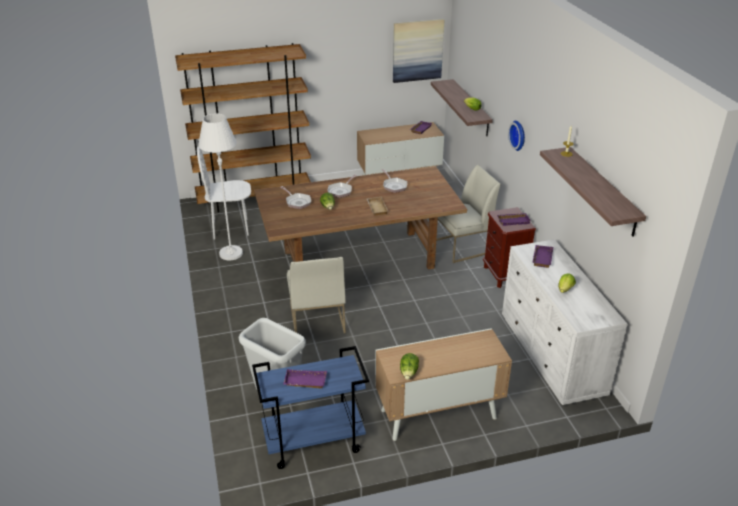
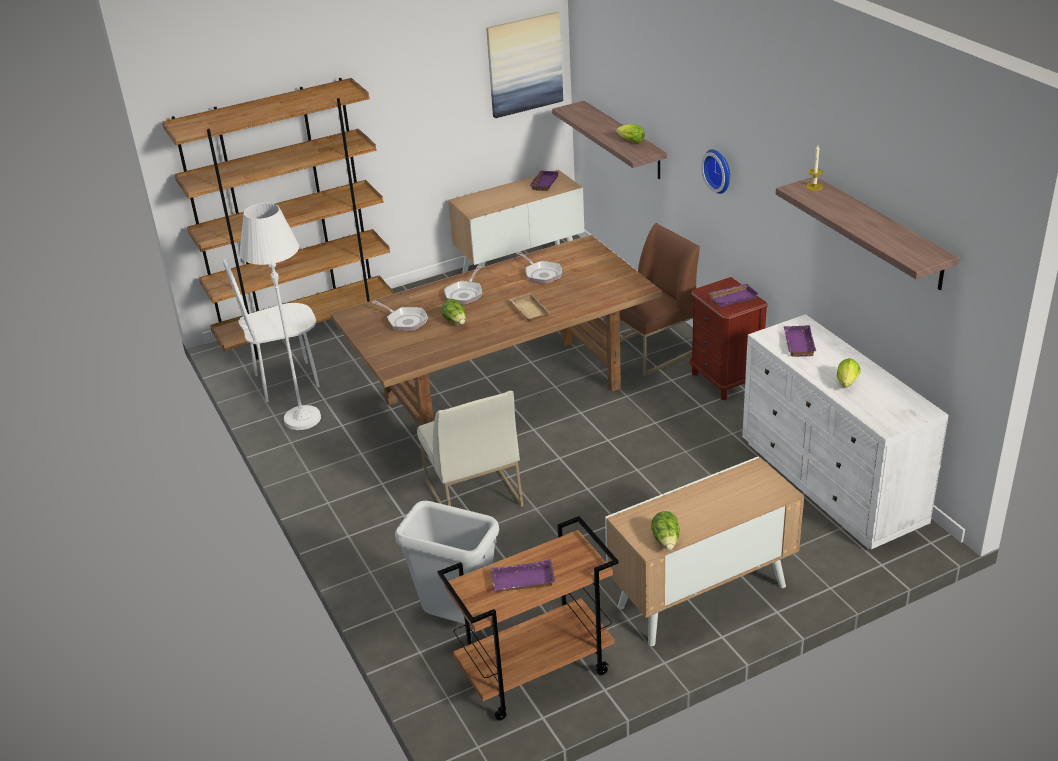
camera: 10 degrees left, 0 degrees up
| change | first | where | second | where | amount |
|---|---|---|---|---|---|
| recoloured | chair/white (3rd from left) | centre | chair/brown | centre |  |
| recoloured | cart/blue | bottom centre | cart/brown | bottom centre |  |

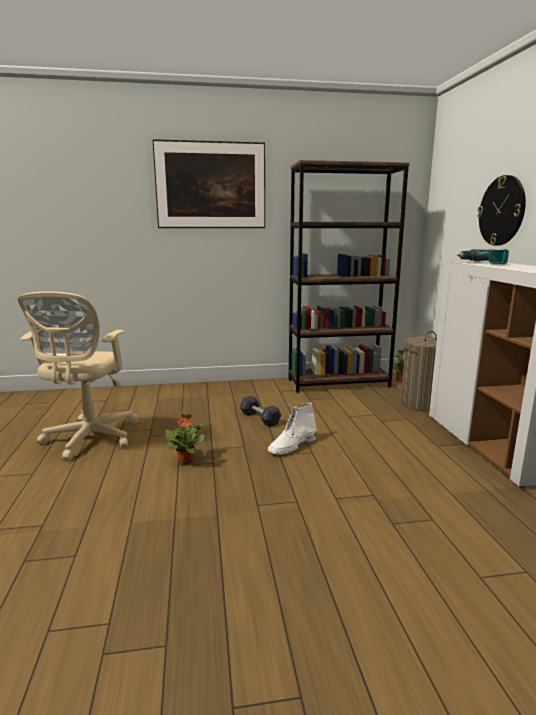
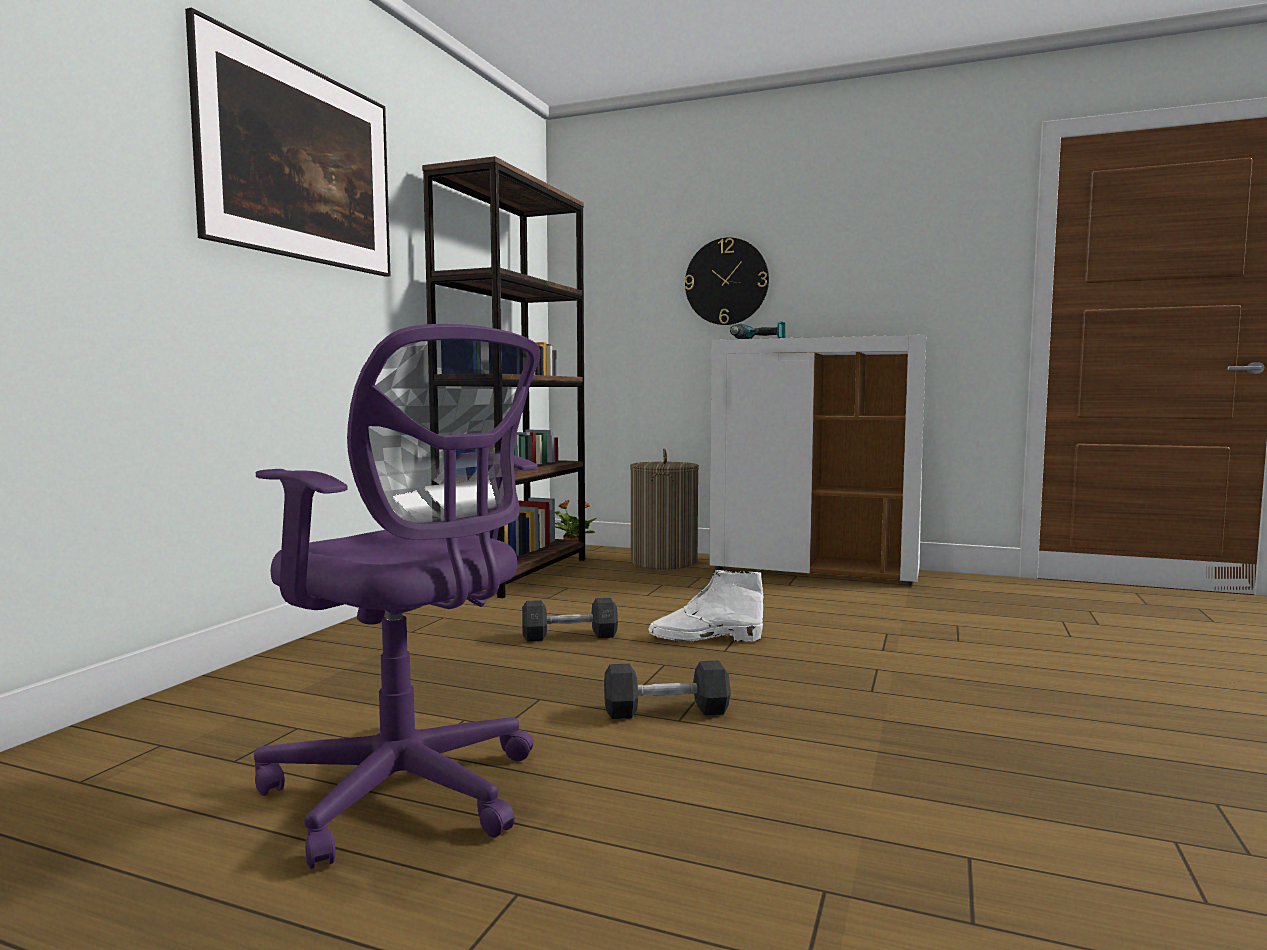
camera: 60 degrees left, 10 degrees down
| change | first | where | second | where | amount |
|---|---|---|---|---|---|
| recoloured | office chair/beige | middle left | office chair/purple | middle left |  |
| turned | boot/white | centre |  | centre | 105 degrees clockwise |
| replaced | potted plant (1st from left) | centre | dumbbell/grey (2nd from left) | bottom centre |  |

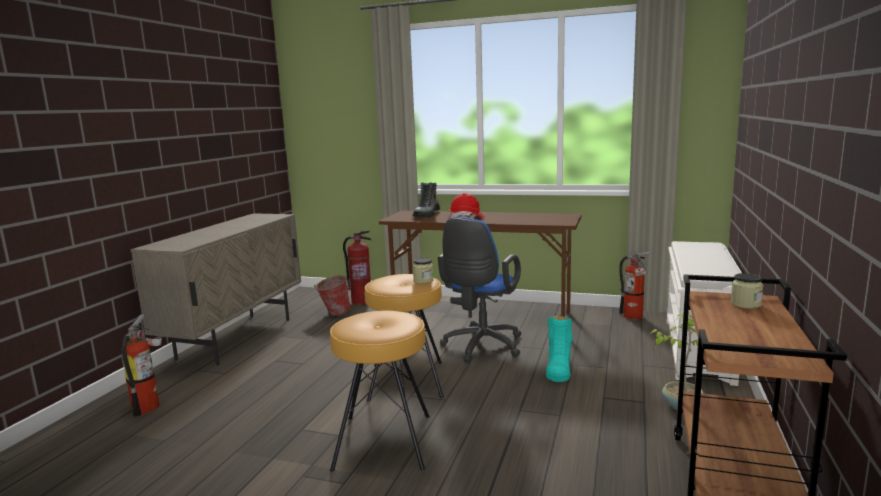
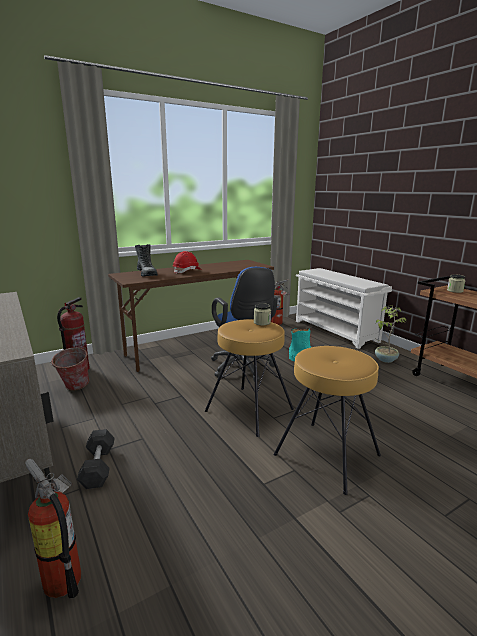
camera: 50 degrees left, 5 degrees up
| change | first | where | second | where | amount |
|---|---|---|---|---|---|
| added |  |  | dumbbell/grey | bottom left |  |

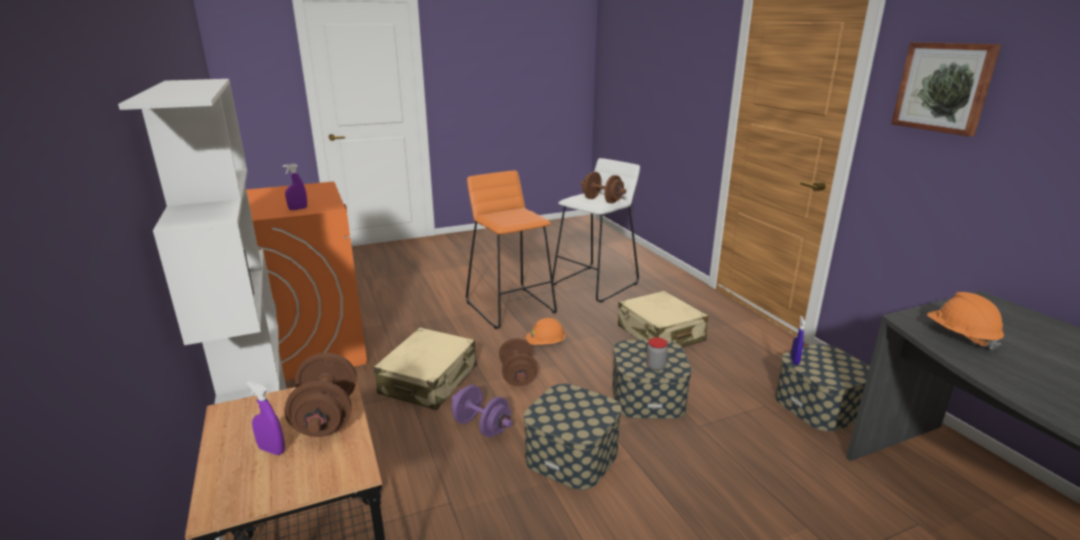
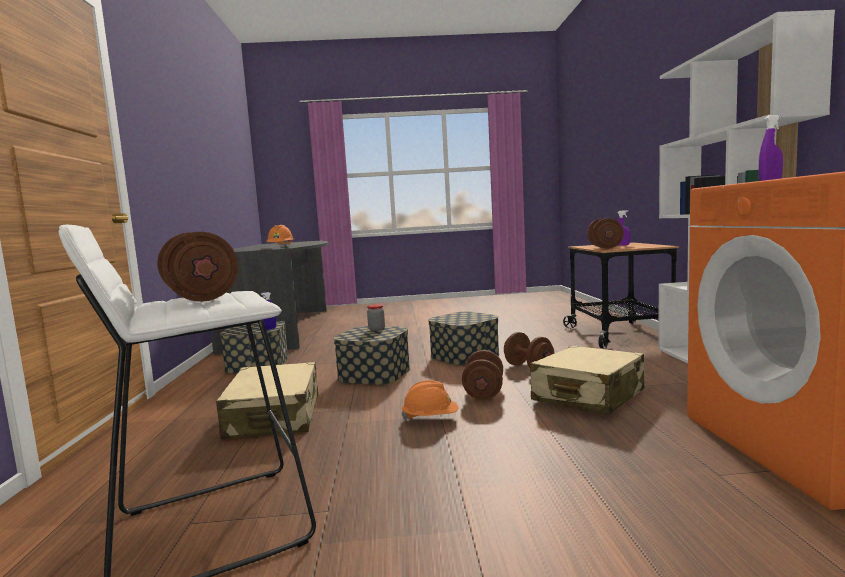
camera: 160 degrees left, 15 degrees down
| change | first | where | second | where | amount |
|---|---|---|---|---|---|
| removed | picture | top right |  |  |  |
| removed | stool/orange | centre |  |  |  |
| recoloured | dumbbell/purple | bottom centre | dumbbell/brown (3rd from left) | centre |  |

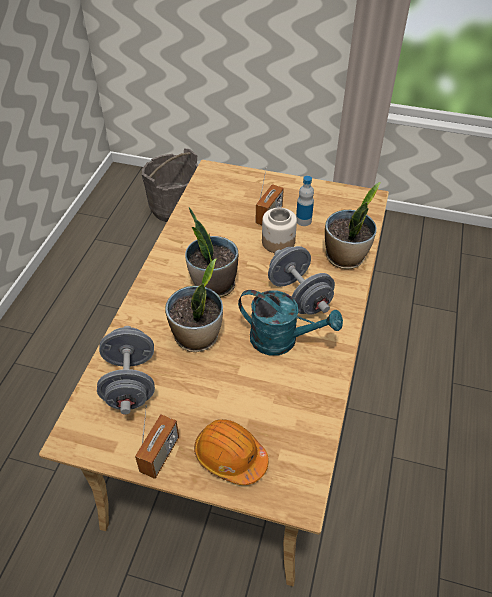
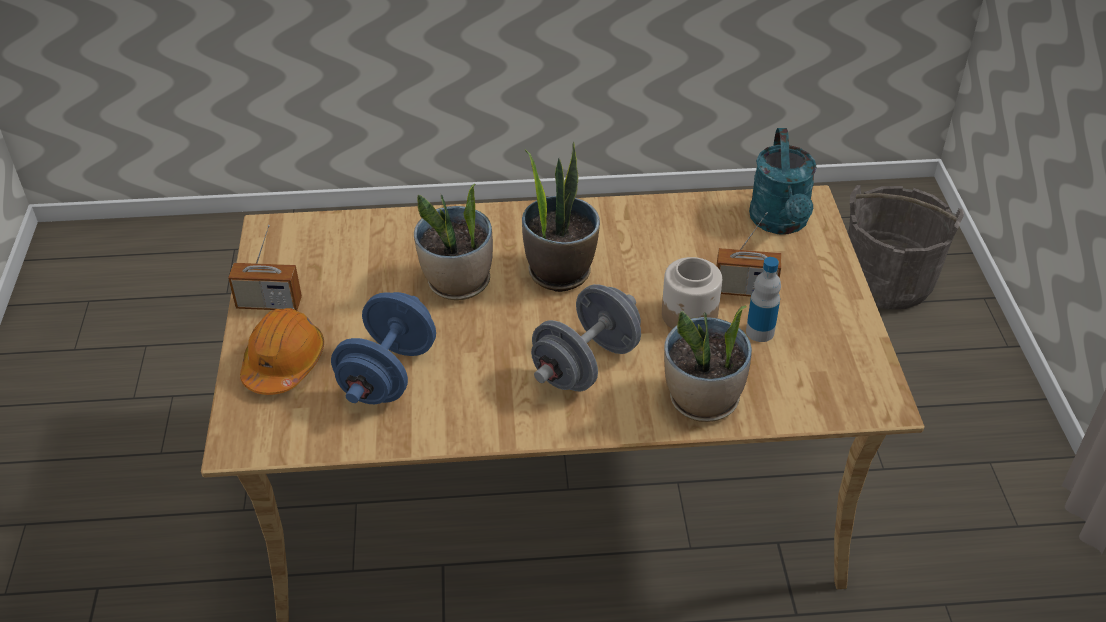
camera: 70 degrees right, 5 degrees down
| change | first | where | second | where | amount |
|---|---|---|---|---|---|
| moved | watering can/turquoise | centre |  | top right |  |
| removed | dumbbell/grey (1st from left) | middle left |  |  |  |
| added |  |  | dumbbell/blue | centre |  |

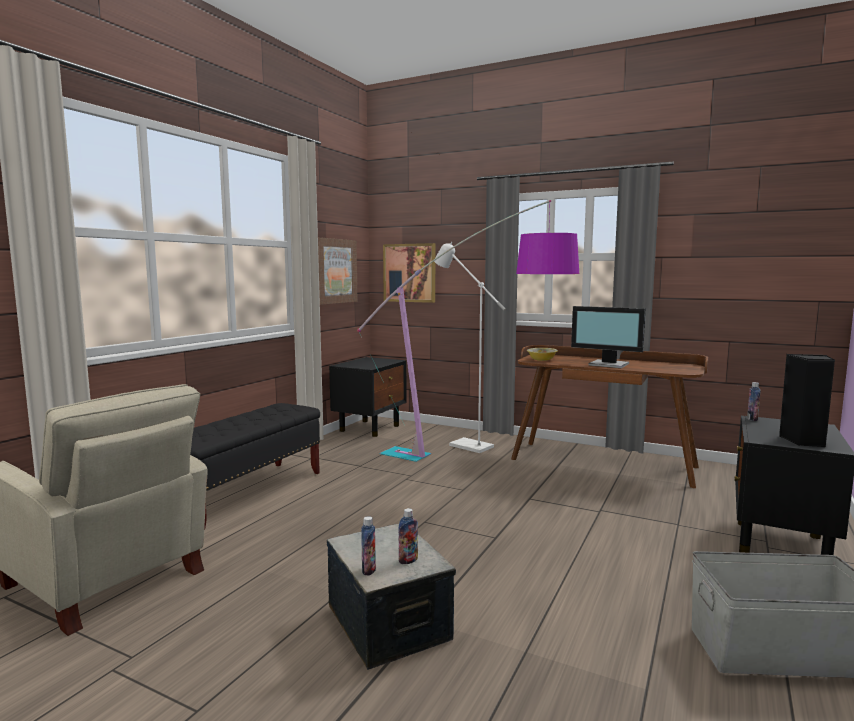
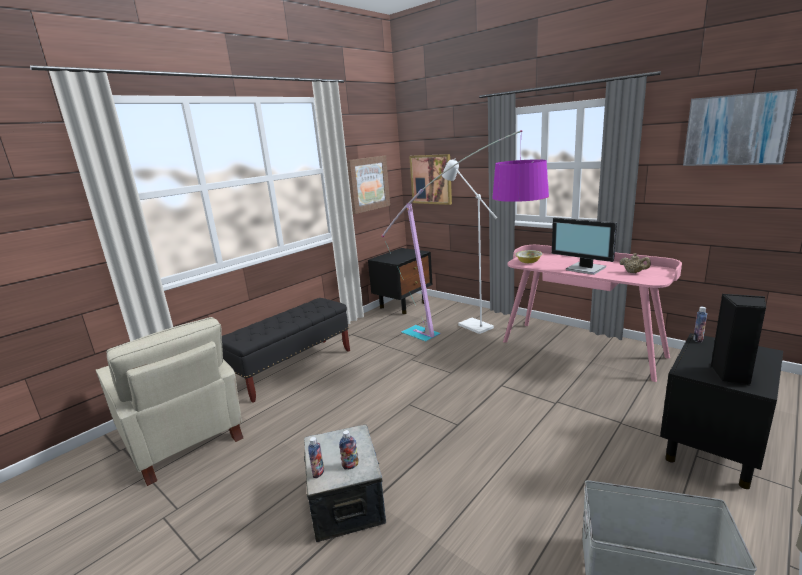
camera: 15 degrees right, 10 degrees up
| change | first | where | second | where | amount |
|---|---|---|---|---|---|
| recoloured | desk/brown | middle right | desk/pink | middle right |  |
| added |  |  | picture (3rd from left) | top right |  |
| added |  |  | teapot/beige | middle right |  |

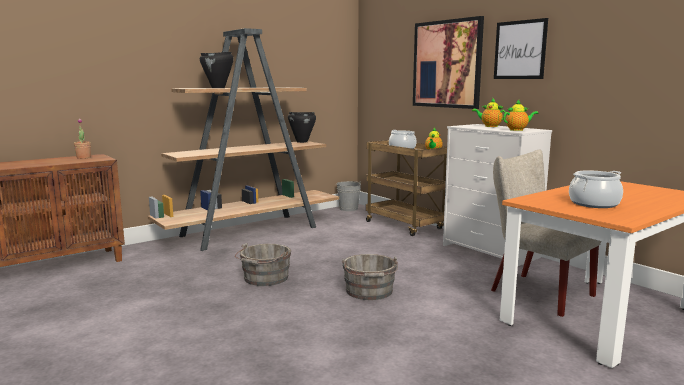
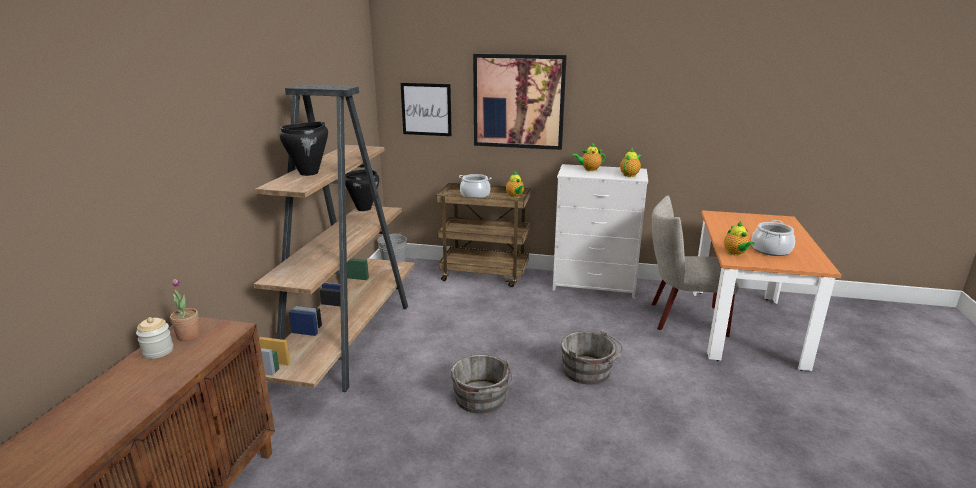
camera: 40 degrees left, 10 degrees up
| change | first | where | second | where | amount |
|---|---|---|---|---|---|
| moved | picture (2nd from left in the first image) | top right | picture (1st from left) | top centre |  |
| added |  |  | teapot (4th from left) | middle right |  |
| added |  |  | jar | bottom left |  |

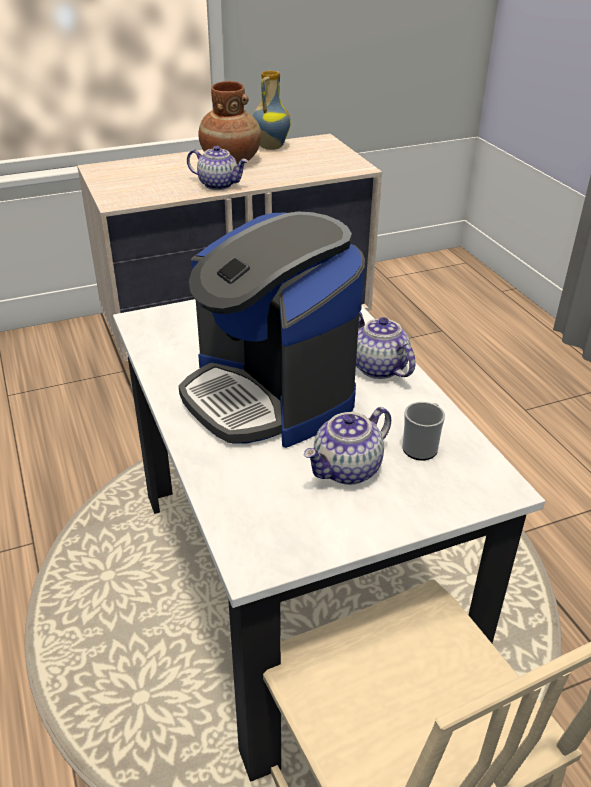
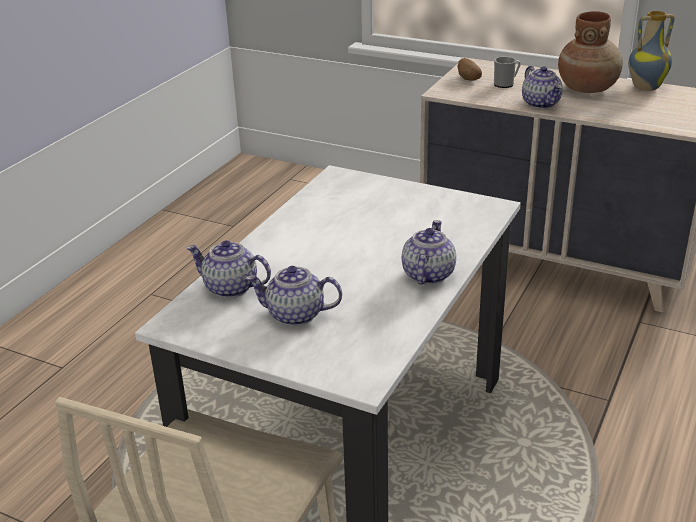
camera: 50 degrees right, 5 degrees down
| change | first | where | second | where | amount |
|---|---|---|---|---|---|
| removed | coffee machine | centre |  |  |  |
| moved | mug | middle right |  | top right |  |
| added |  |  | potato | top right |  |
| added |  |  | teapot (1st from left) | middle left |  |

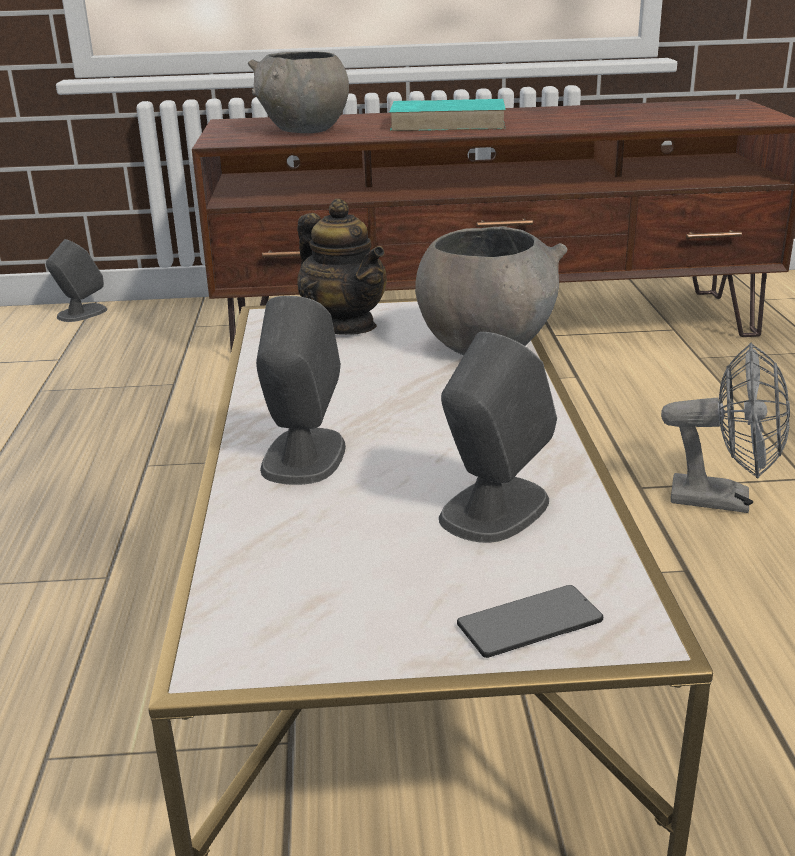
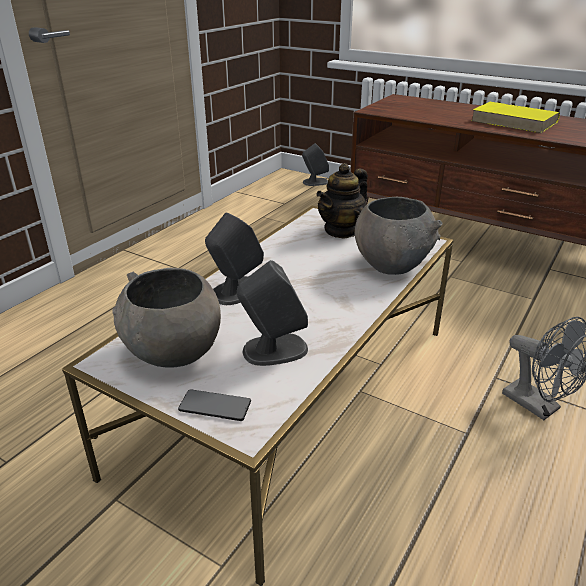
camera: 35 degrees right, 5 degrees up
| change | first | where | second | where | amount |
|---|---|---|---|---|---|
| moved | bowl/grey (1st from left) | top centre |  | middle left |  |
| recoloured | book/turquoise | top centre | book/yellow | top right |  |
| turned | teapot | top centre |  | centre | 45 degrees clockwise |

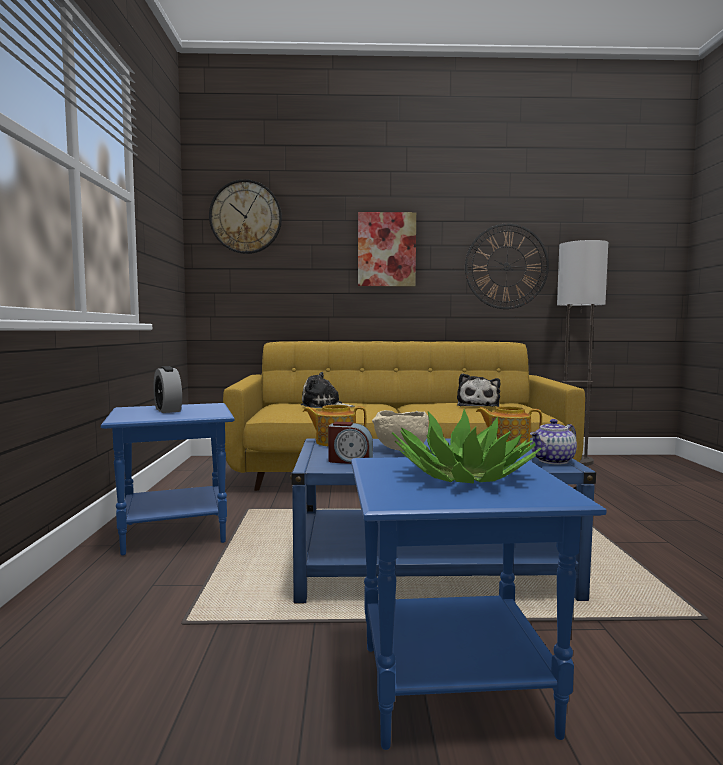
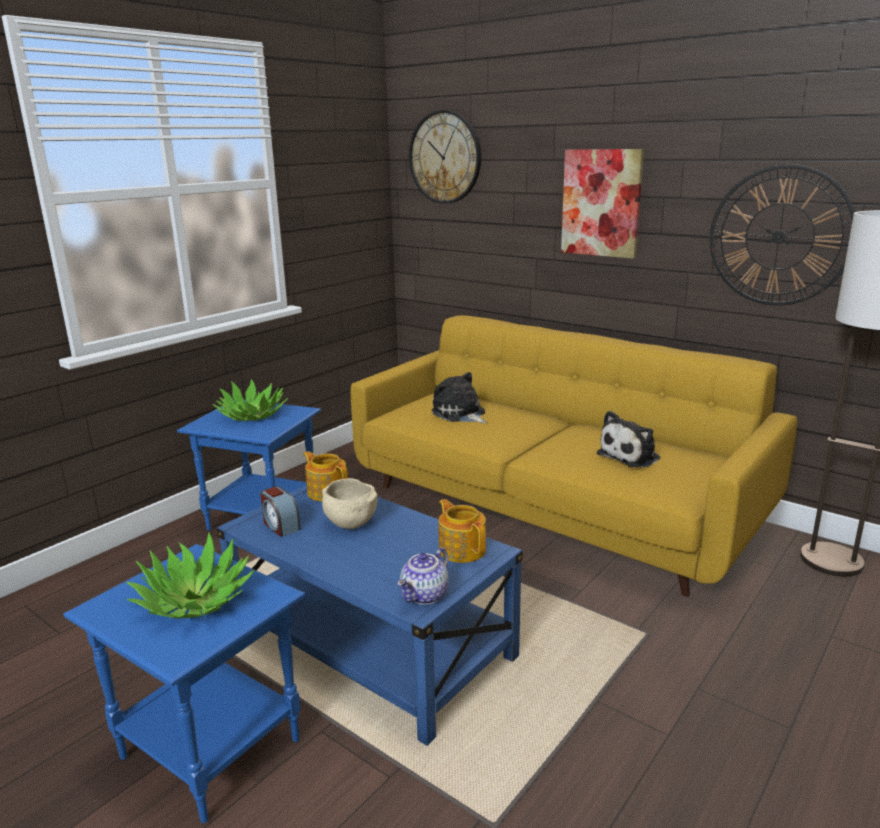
camera: 40 degrees right, 15 degrees up
| change | first | where | second | where | amount |
|---|---|---|---|---|---|
| replaced | alarm clock (1st from left) | middle left | potted plant (2nd from left) | middle left |  |
| turned | teapot (3rd from left in the first image) | middle right | teapot (2nd from left) | bottom centre | 60 degrees counterclockwise |

